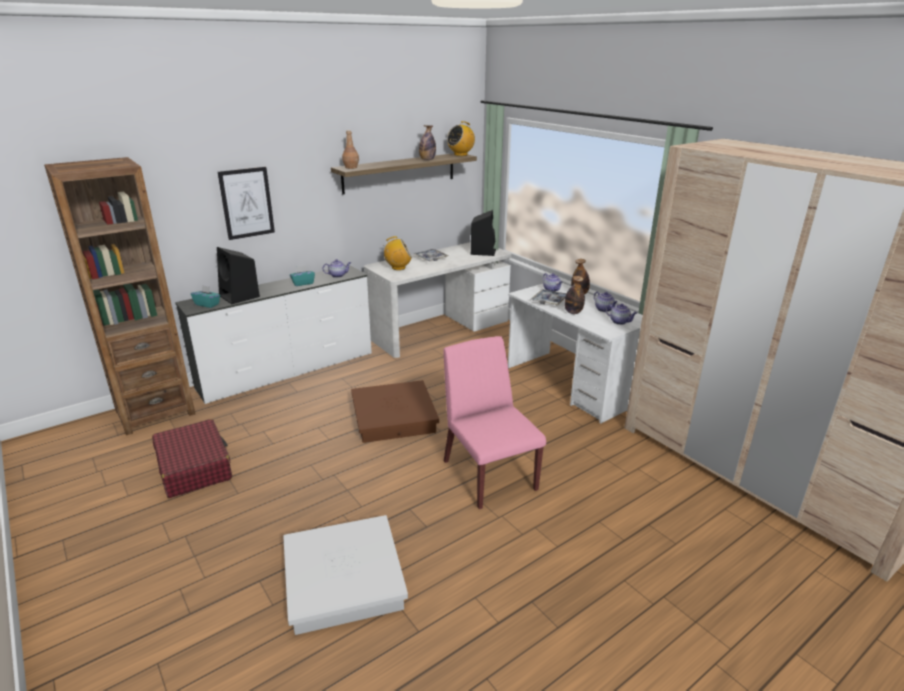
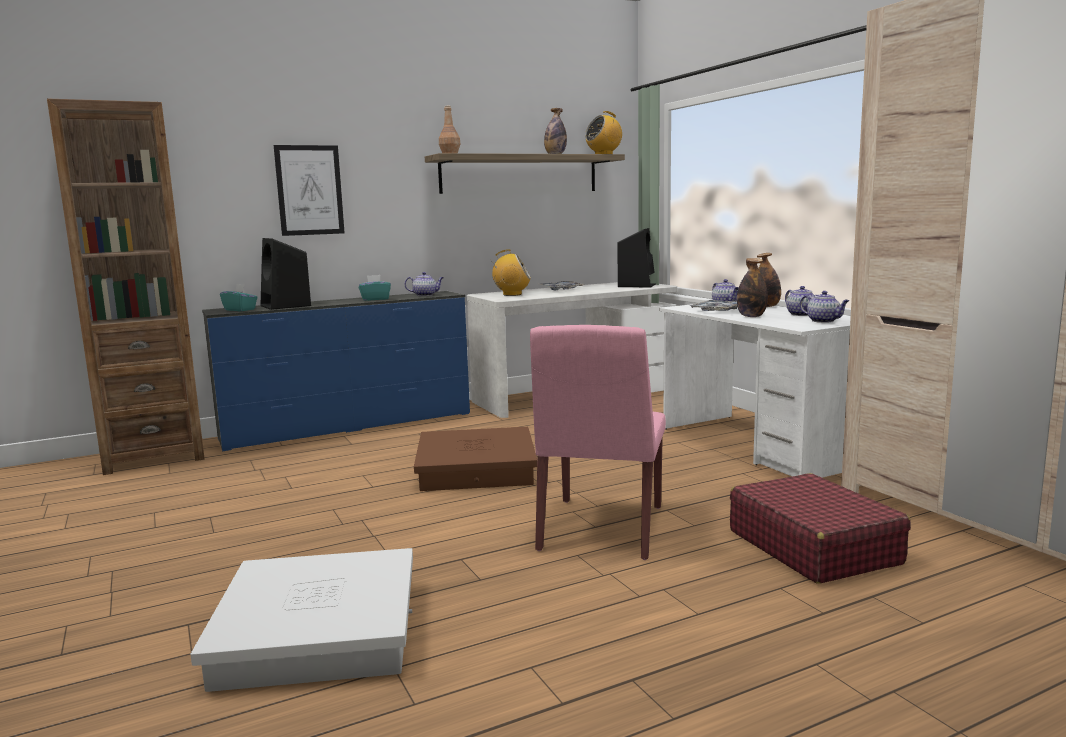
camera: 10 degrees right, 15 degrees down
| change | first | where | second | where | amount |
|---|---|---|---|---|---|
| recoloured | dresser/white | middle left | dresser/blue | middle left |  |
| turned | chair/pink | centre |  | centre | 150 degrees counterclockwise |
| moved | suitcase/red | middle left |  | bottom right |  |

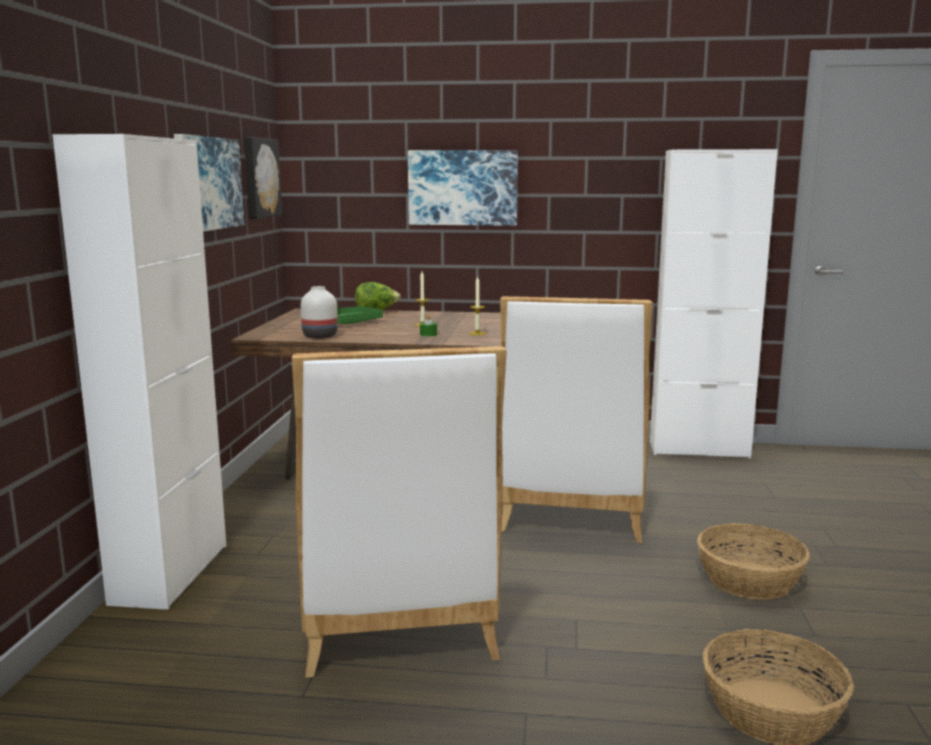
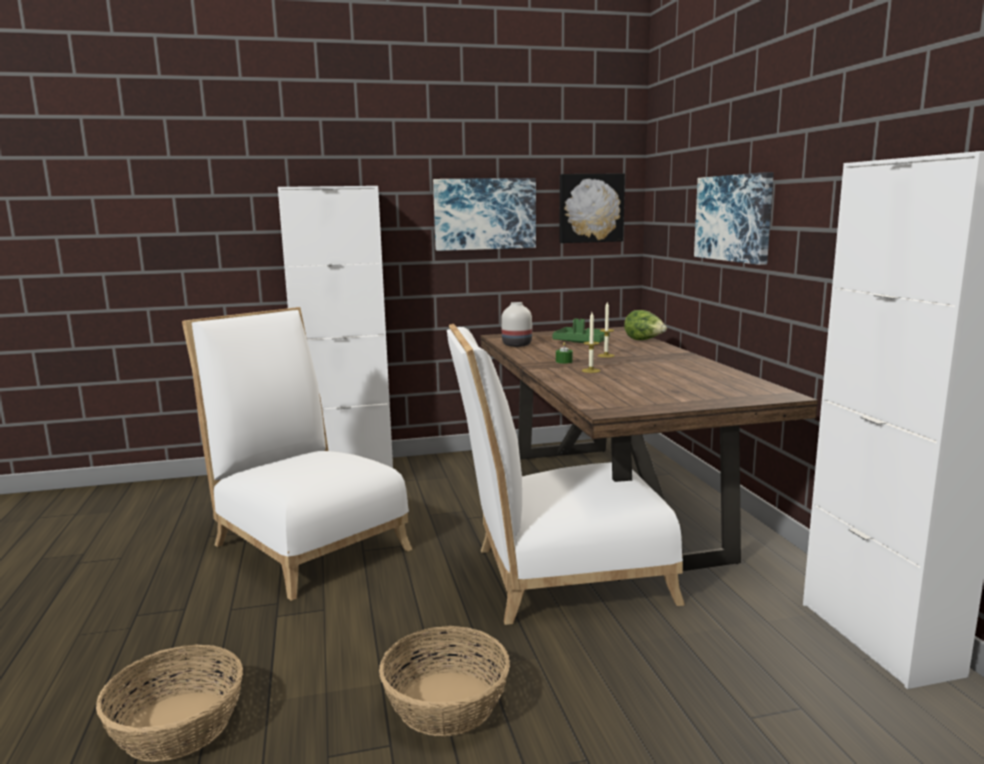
camera: 70 degrees right, 0 degrees up
| change | first | where | second | where | amount |
|---|---|---|---|---|---|
| turned | chair/white (1st from left) | bottom centre |  | middle left | 75 degrees clockwise |

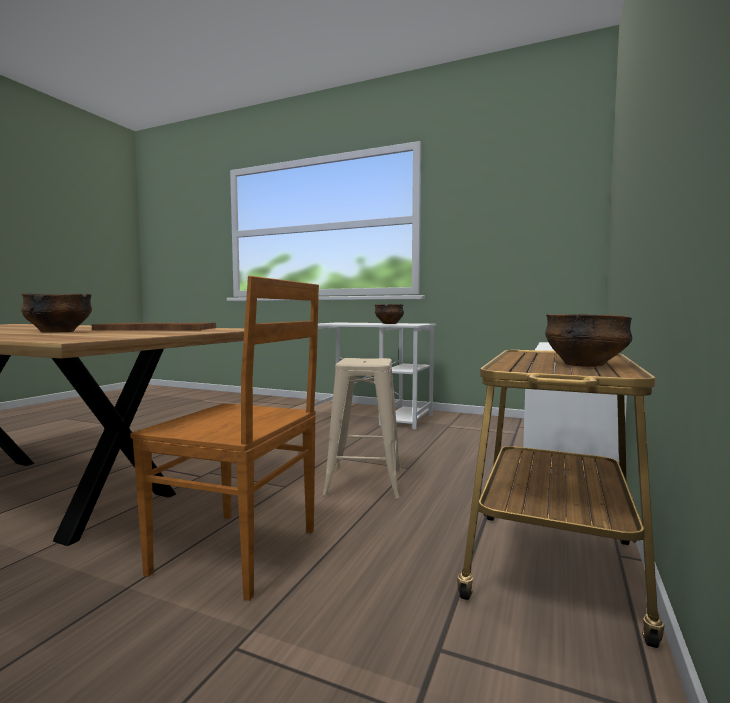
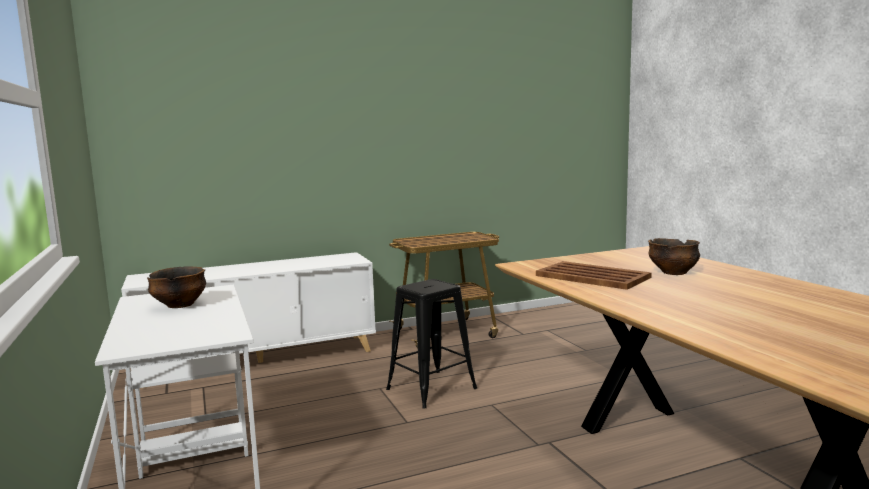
camera: 135 degrees left, 5 degrees up
| change | first | where | second | where | amount |
|---|---|---|---|---|---|
| removed | chair/brown | middle left |  |  |  |
| removed | bowl (3rd from left) | middle right |  |  |  |
| recoloured | stool/beige | centre | stool/black | bottom centre |  |

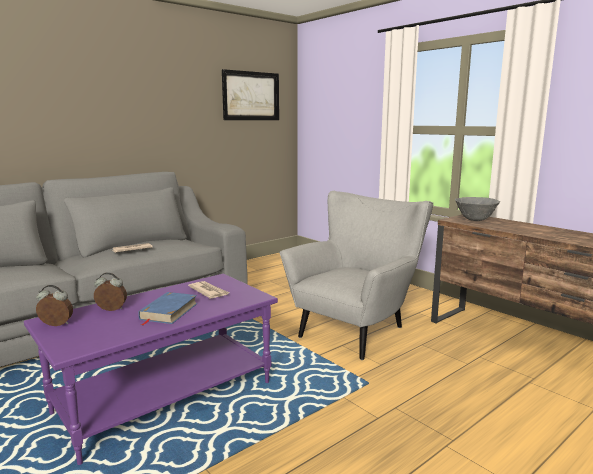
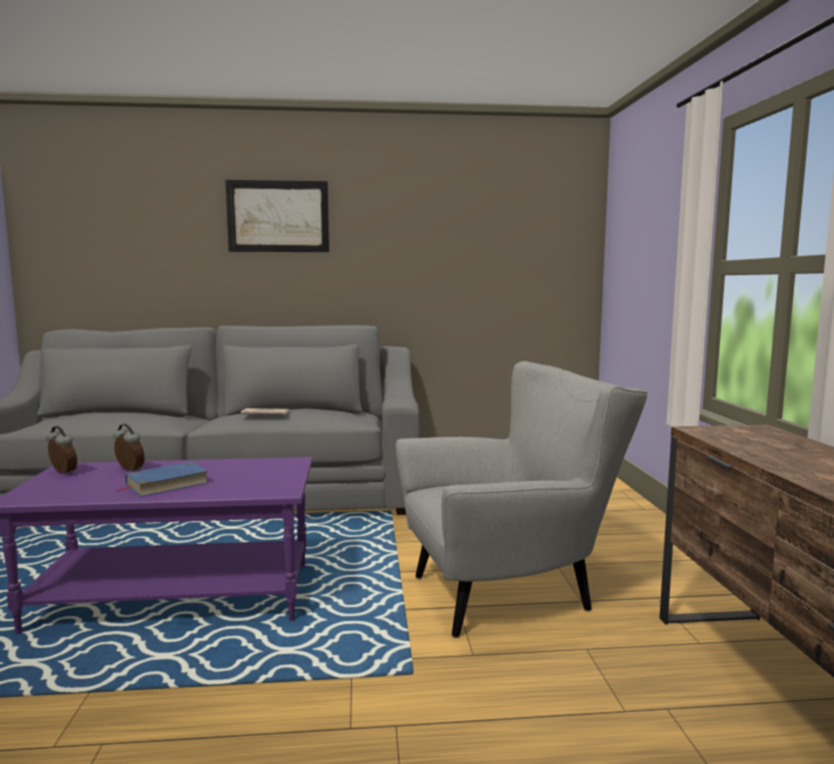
camera: 35 degrees right, 5 degrees down
| change | first | where | second | where | amount |
|---|---|---|---|---|---|
| moved | picture | top centre |  | top left |  |
| removed | bowl/grey | middle right |  |  |  |
| removed | newspaper (2nd from left) | centre |  |  |  |

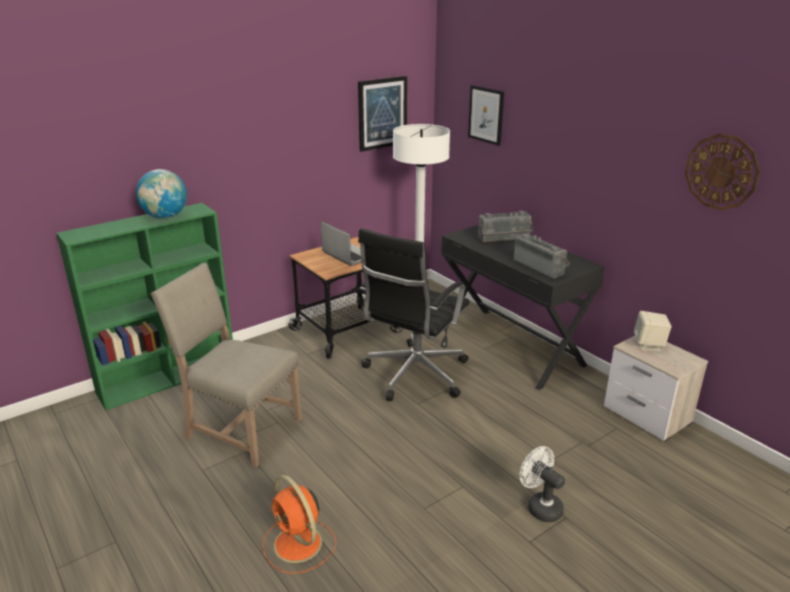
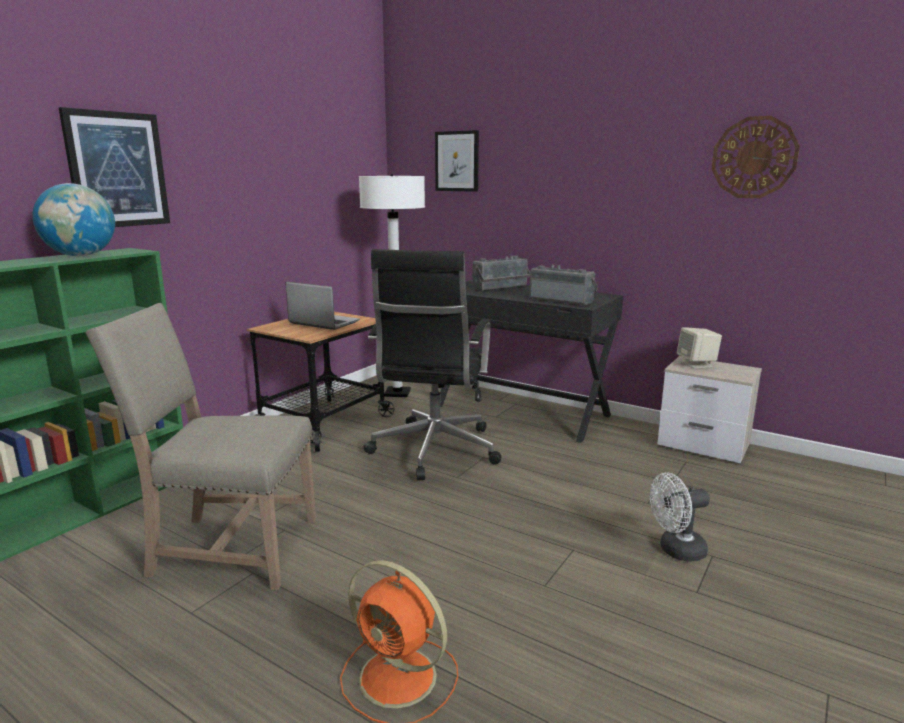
camera: 20 degrees left, 10 degrees down
| change | first | where | second | where | amount |
|---|---|---|---|---|---|
| moved | picture (1st from left) | top centre |  | top left |  |
| turned | fan/white | bottom right |  | bottom right | 45 degrees counterclockwise |

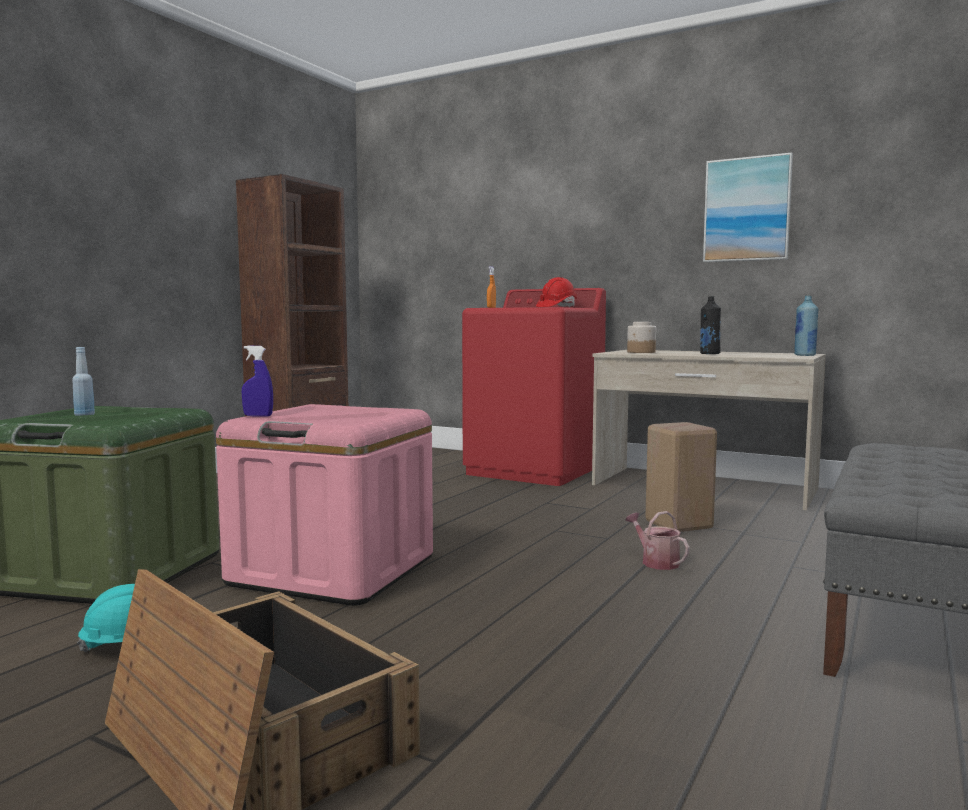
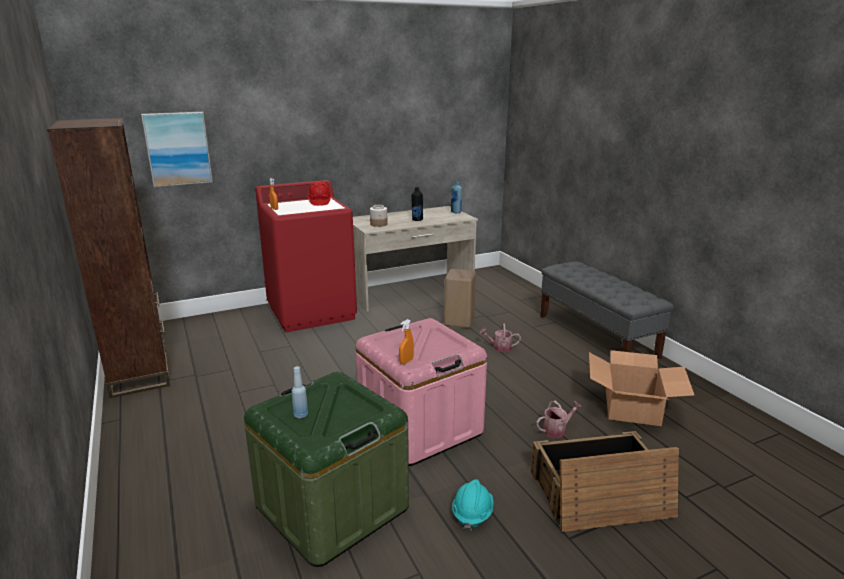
camera: 55 degrees left, 15 degrees up
| change | first | where | second | where | amount |
|---|---|---|---|---|---|
| moved | picture | top right |  | top left |  |
| recoloured | spray bottle/blue | middle left | spray bottle/orange (2nd from left) | centre |  |
| added |  |  | cardboard box | bottom right |  |
| added |  |  | watering can (2nd from left) | bottom centre |  |

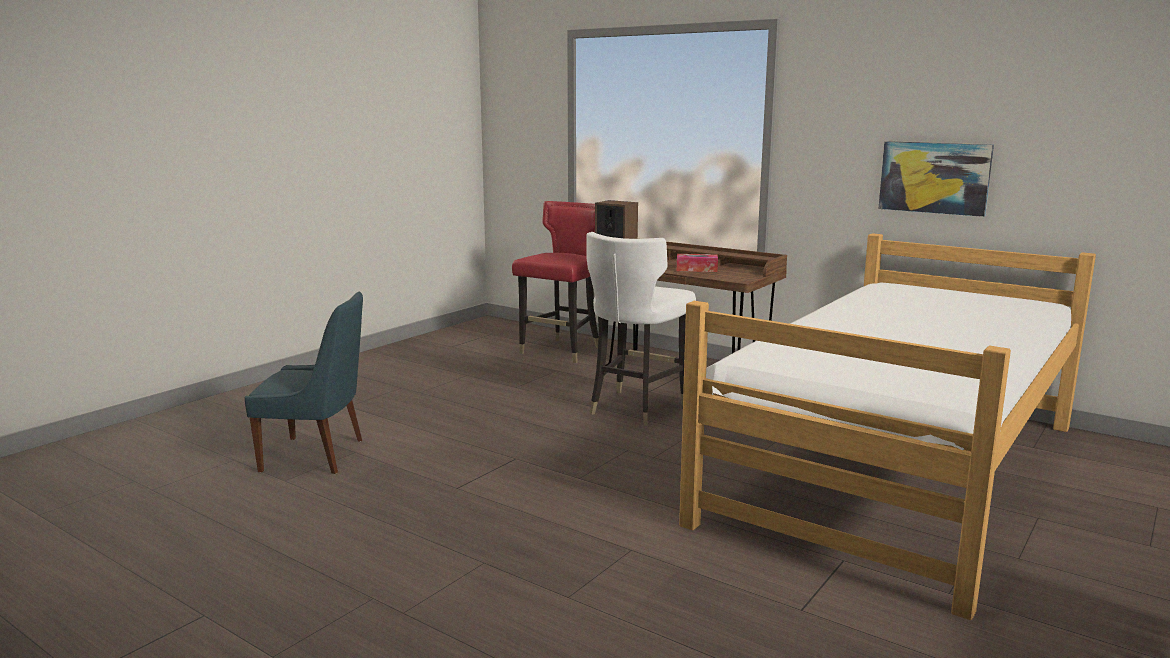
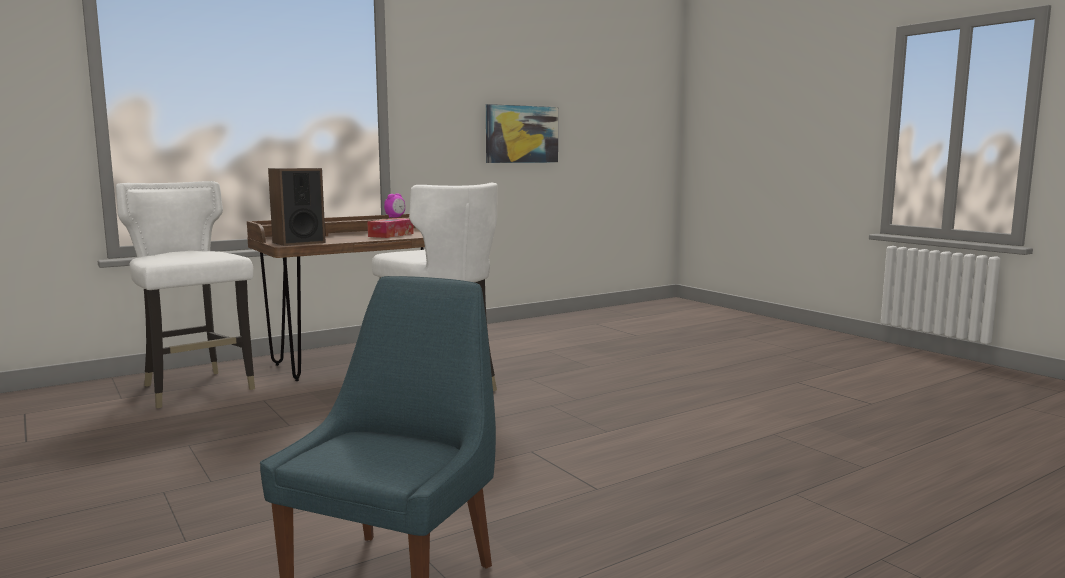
camera: 70 degrees left, 5 degrees down
| change | first | where | second | where | amount |
|---|---|---|---|---|---|
| recoloured | chair/red | centre | chair/white (1st from left) | middle left |  |
| removed | bed | middle right |  |  |  |
| added |  |  | alarm clock | centre |  |

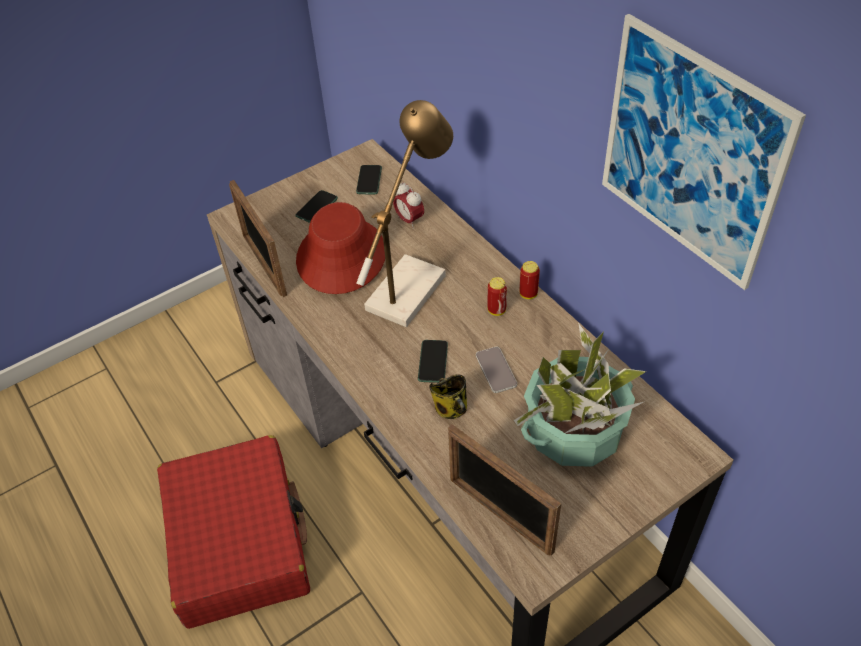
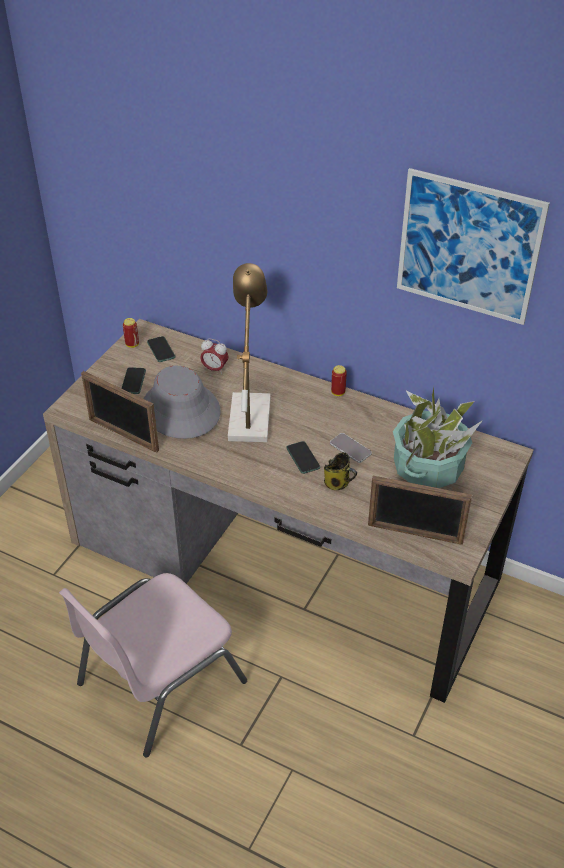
camera: 30 degrees left, 5 degrees down
| change | first | where | second | where | amount |
|---|---|---|---|---|---|
| recoloured | hat/red | centre | hat/grey | middle left |  |
| moved | can (1st from left) | centre |  | middle left |  |
| replaced | suitcase/red | bottom left | chair/pink | bottom left |  |

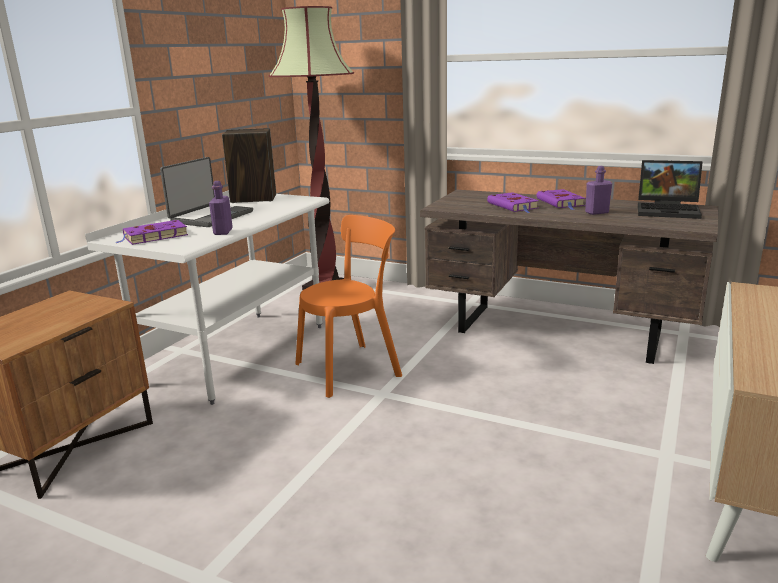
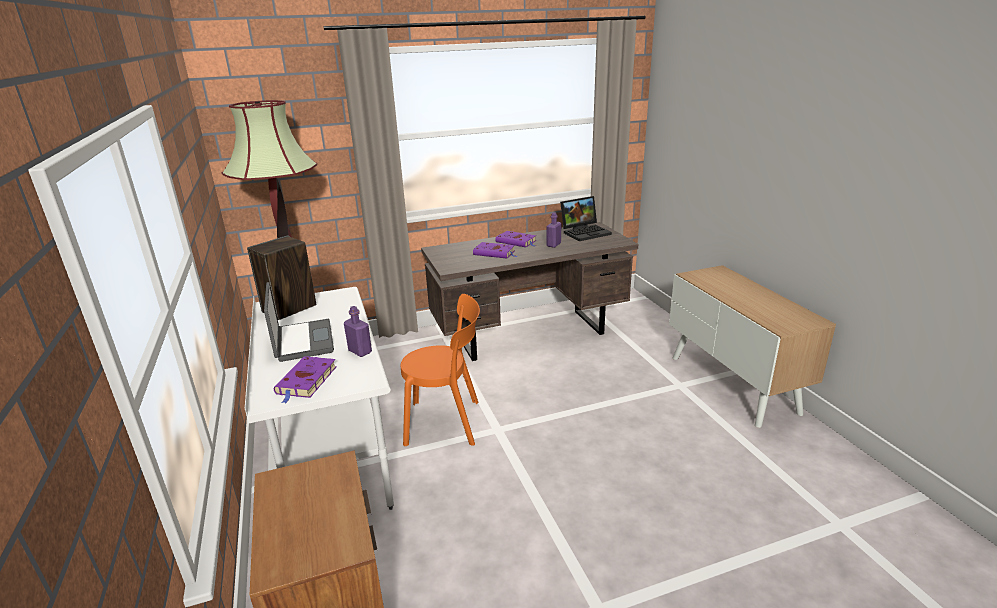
camera: 45 degrees left, 5 degrees up
| change | first | where | second | where | amount |
|---|---|---|---|---|---|
| turned | chair/orange | centre |  | centre | 75 degrees clockwise |

